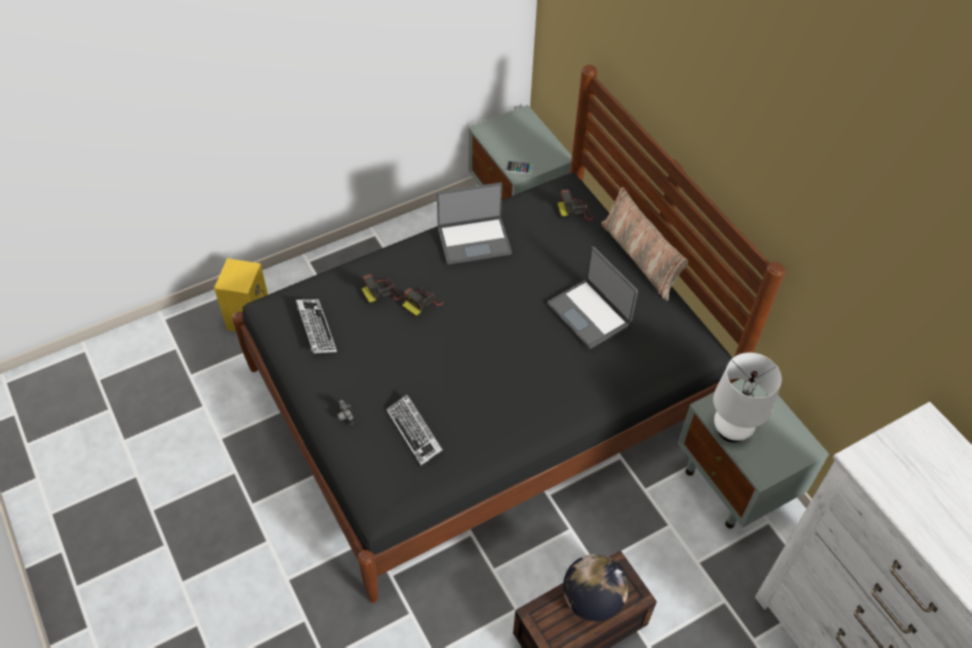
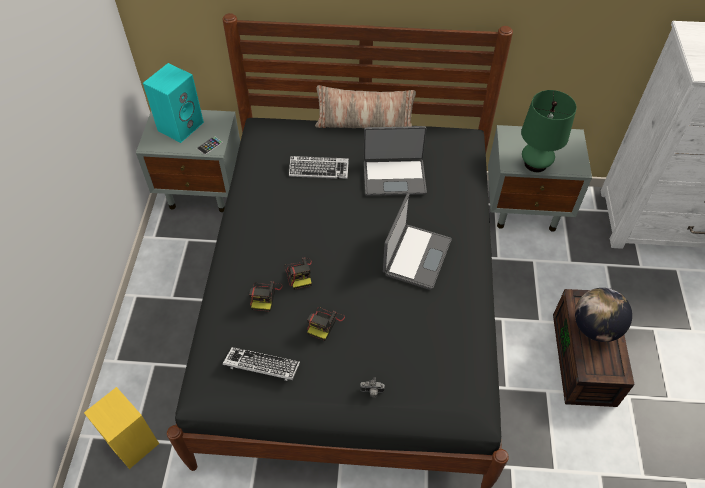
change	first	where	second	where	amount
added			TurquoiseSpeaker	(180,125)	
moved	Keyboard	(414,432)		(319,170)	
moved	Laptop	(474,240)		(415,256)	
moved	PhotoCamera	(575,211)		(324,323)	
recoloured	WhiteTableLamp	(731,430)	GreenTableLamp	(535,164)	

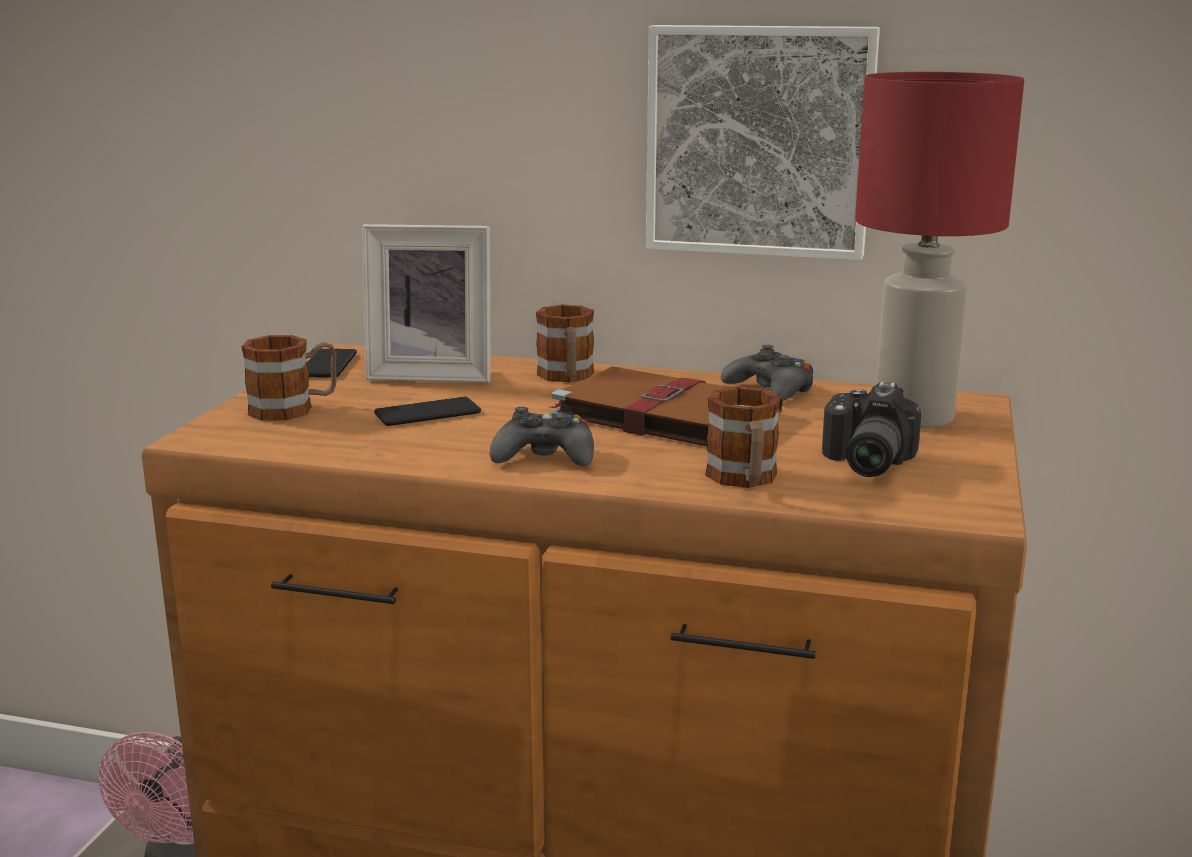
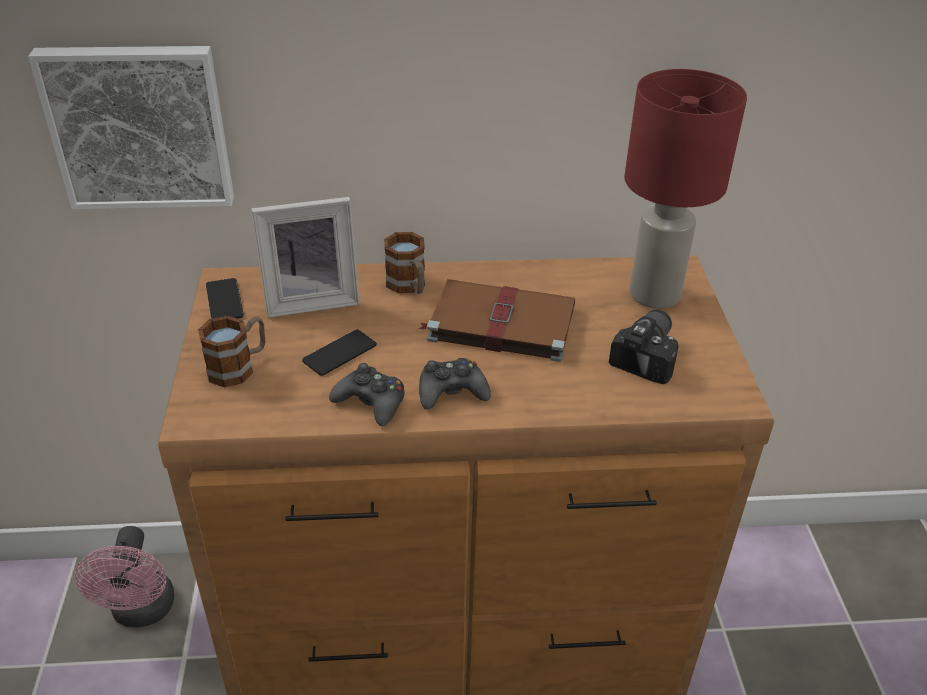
change	first	where	second	where	amount
removed	Mug	(744,480)			
moved	Picture	(760,140)		(140,126)	
moved	BlackGameController	(770,389)		(371,402)	
turned	PhotoCamera	(863,463)		(650,356)	150 degrees counterclockwise

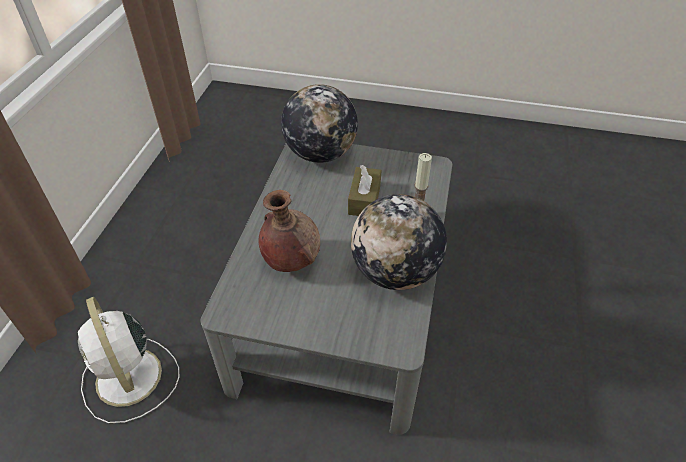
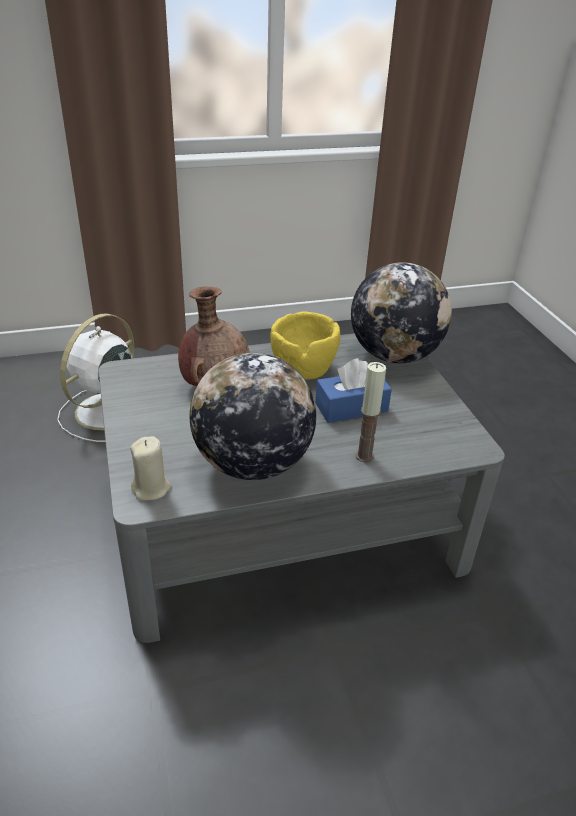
change	first	where	second	where	amount
added			BeigeCandle	(151,488)	
added			YellowBowl	(304,368)	
recoloured	BrownTissueBox	(364,199)	BlueTissueBox	(351,407)	

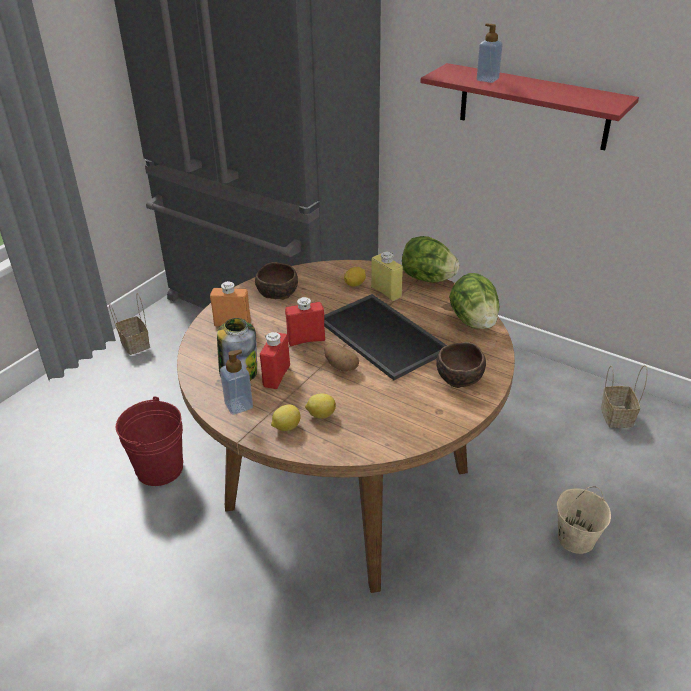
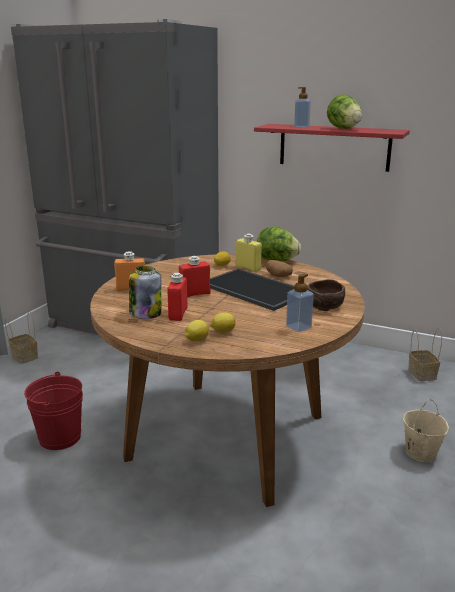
change	first	where	second	where	amount
removed	BrownBowl	(278,293)			
moved	SoapDispenser	(239,405)		(298,327)	
moved	Potato	(340,366)		(278,276)	
moved	Lettuce	(473,321)		(343,128)	

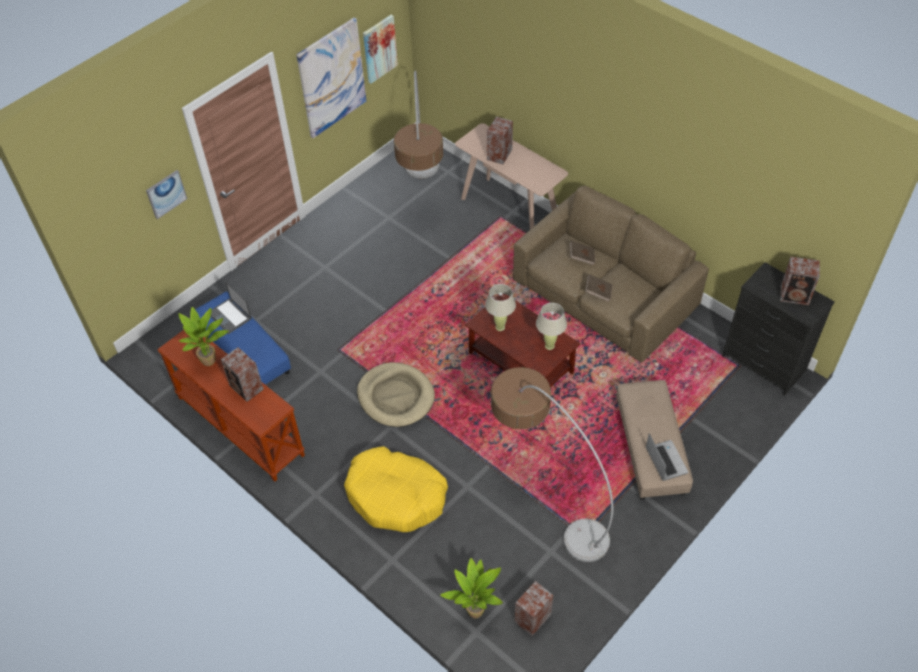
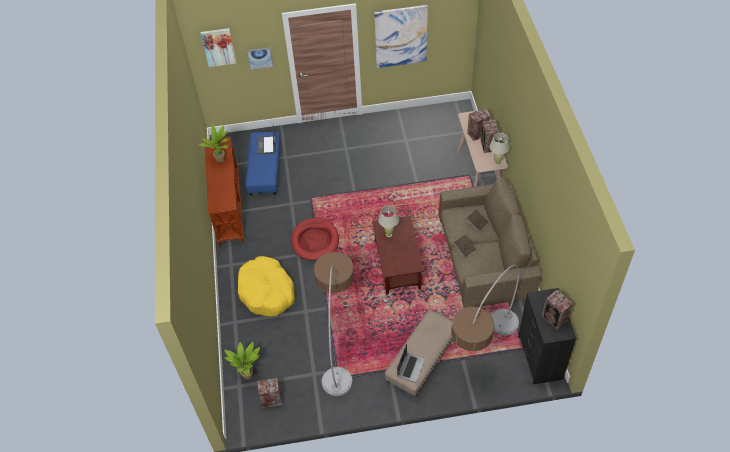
change	first	where	second	where	amount
moved	Speaker	(246,388)		(488,146)	
moved	Picture	(379,48)		(218,47)	
moved	FloorLamp	(423,200)		(482,352)	
moved	BeigeTableLamp	(549,346)		(497,163)	
recoloured	BeigeDogBed	(396,397)	RedDogBed	(315,241)	

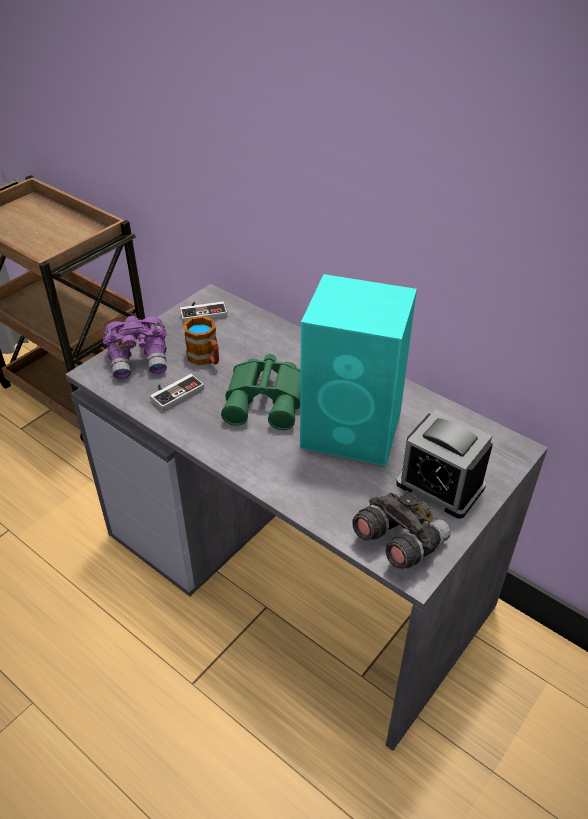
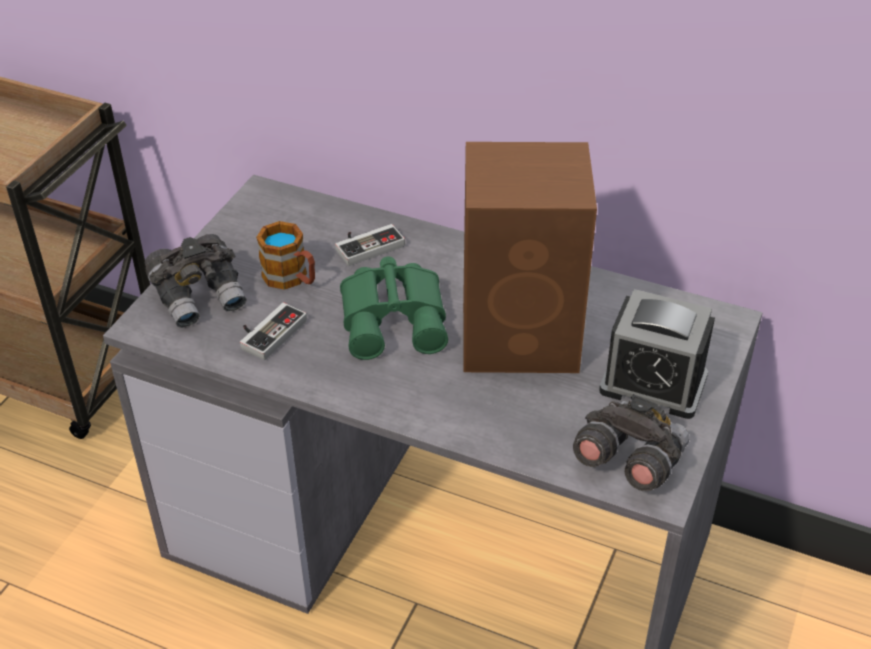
change	first	where	second	where	amount
moved	GameController	(203,312)		(367,245)	
recoloured	PurpleBinoculars	(139,359)	GreyBinoculars	(200,296)	
recoloured	TurquoiseSpeaker	(354,431)	BrownSpeaker	(523,337)	

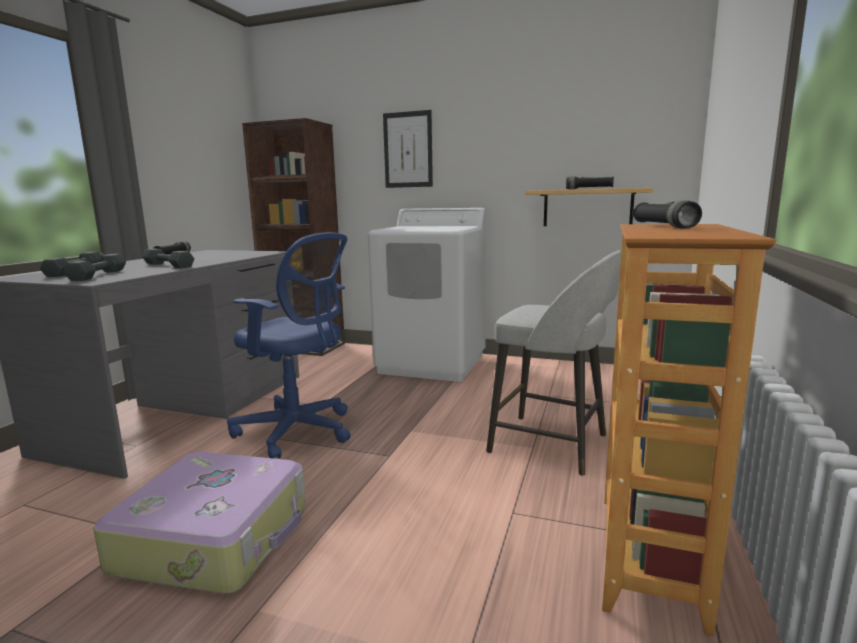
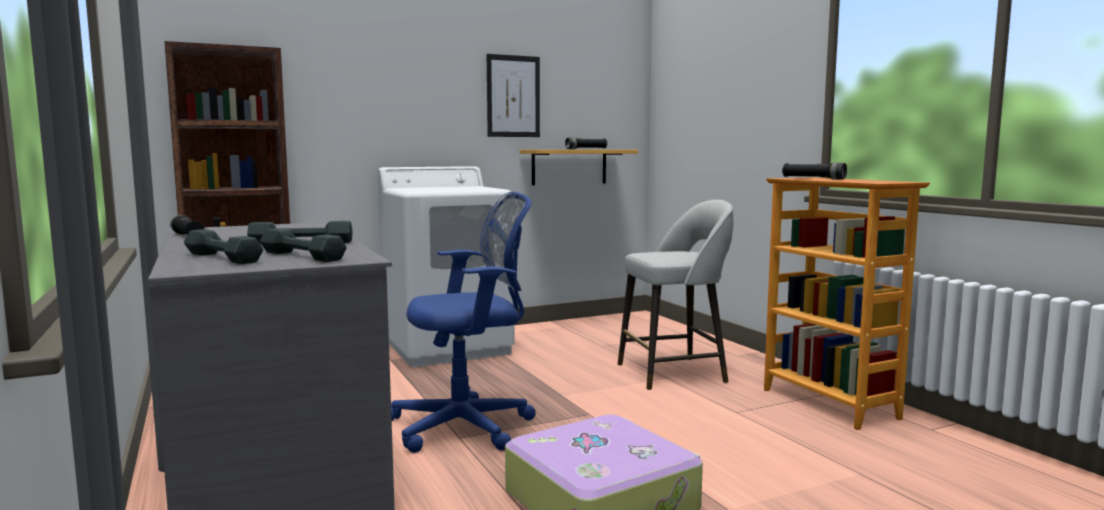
change	first	where	second	where	amount
moved	Picture	(408,150)		(513,96)	

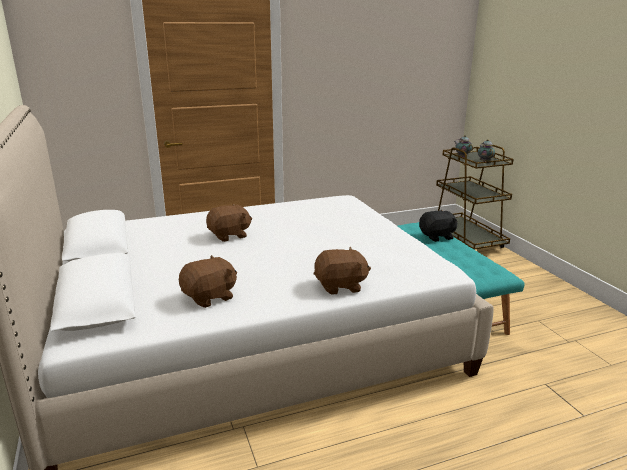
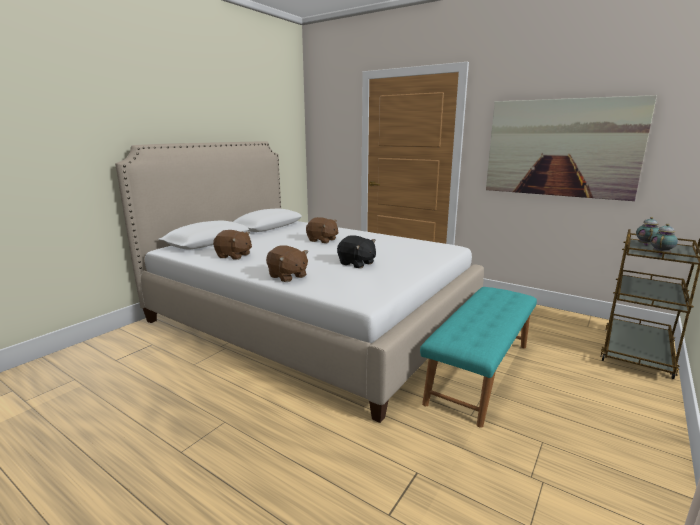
change	first	where	second	where	amount
added			Picture	(561,148)	
moved	BlackPlushToy	(437,236)		(356,264)	

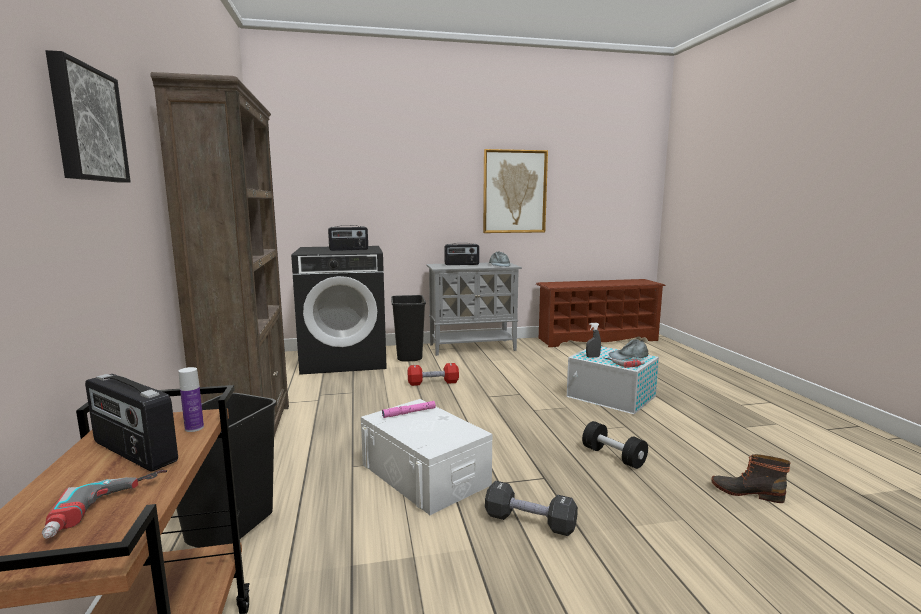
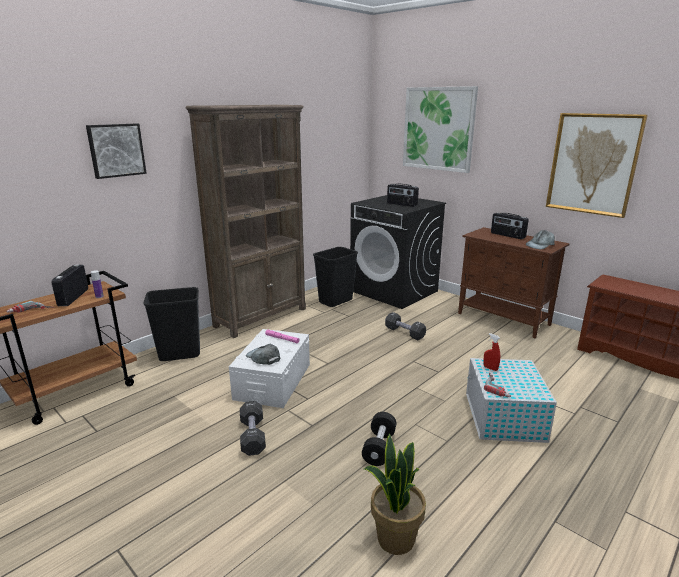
change	first	where	second	where	amount
added			Picture	(438,129)	
moved	BlackTrashCan	(409,356)		(335,301)	
moved	GreyCap	(628,356)		(263,357)	
replaced	Boot	(746,492)	PottedPlant	(395,538)	
recoloured	RedDumbbell	(433,383)	BlackDumbbell	(404,333)	
recoloured	GreyCabinet	(473,347)	BrownCabinet	(504,319)	
recoloured	GreySprayBottle	(592,357)	RedSprayBottle	(490,368)	

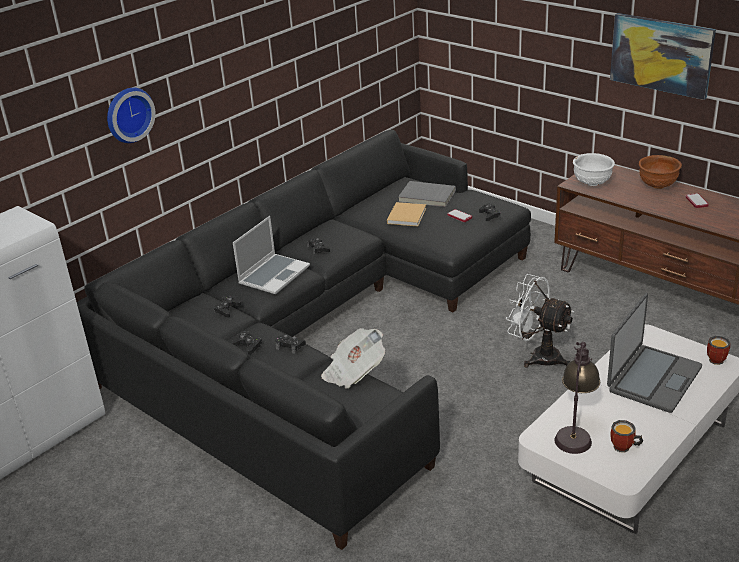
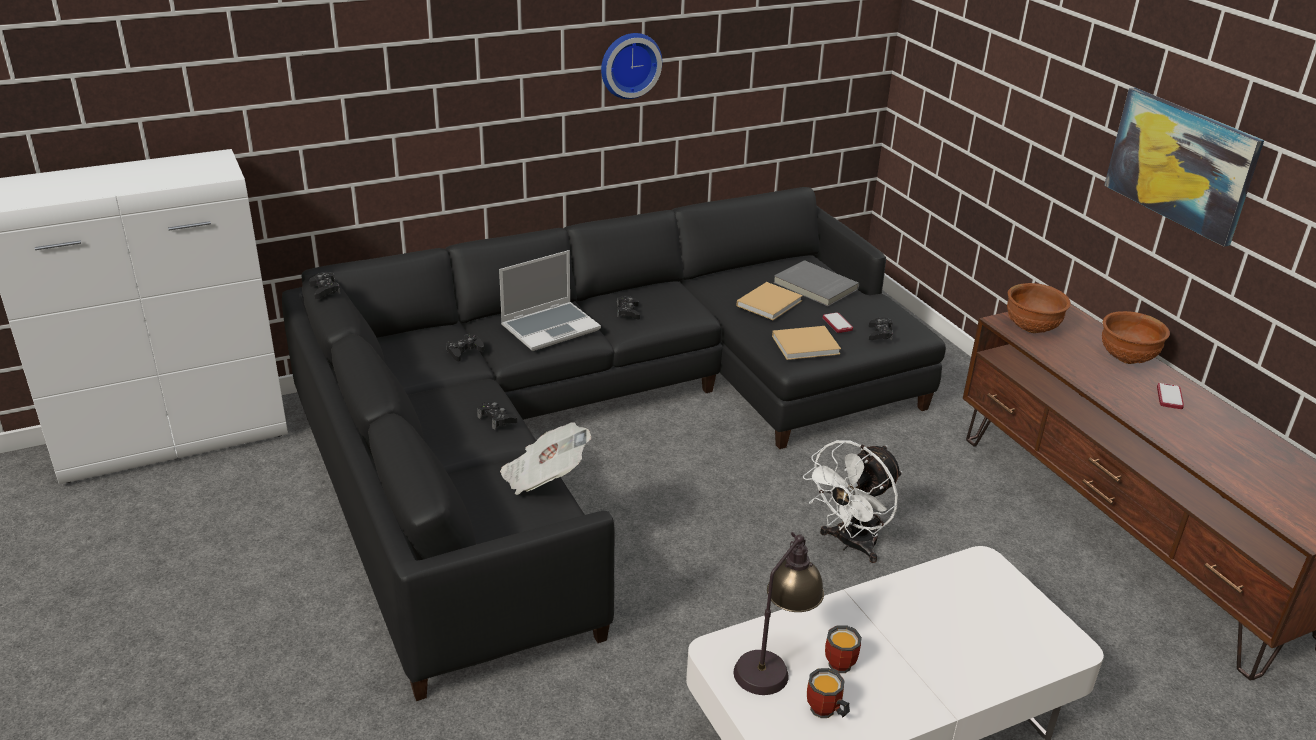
change	first	where	second	where	amount
removed	Laptop	(653,379)			
added			BeigeBook	(807,345)	
moved	WallClock	(128,114)		(629,64)	
moved	BlackGameController	(248,346)		(325,290)	
moved	Mug	(717,358)		(843,662)	
recoloured	WhiteBowl	(592,183)	BrownBowl	(1031,329)	
turned	WhiteFan	(538,356)		(850,544)	105 degrees counterclockwise

